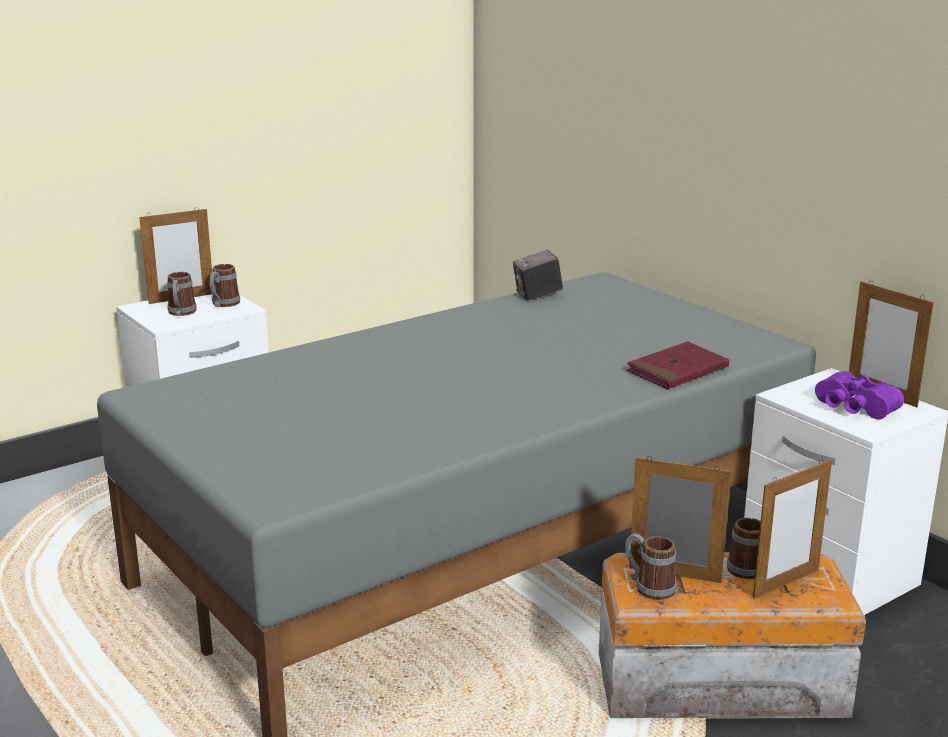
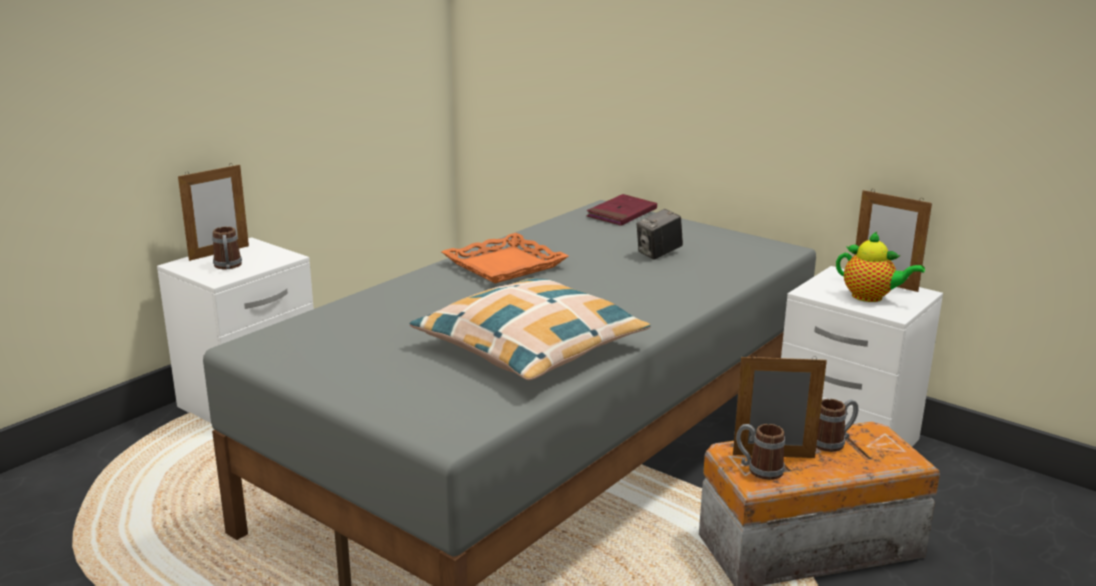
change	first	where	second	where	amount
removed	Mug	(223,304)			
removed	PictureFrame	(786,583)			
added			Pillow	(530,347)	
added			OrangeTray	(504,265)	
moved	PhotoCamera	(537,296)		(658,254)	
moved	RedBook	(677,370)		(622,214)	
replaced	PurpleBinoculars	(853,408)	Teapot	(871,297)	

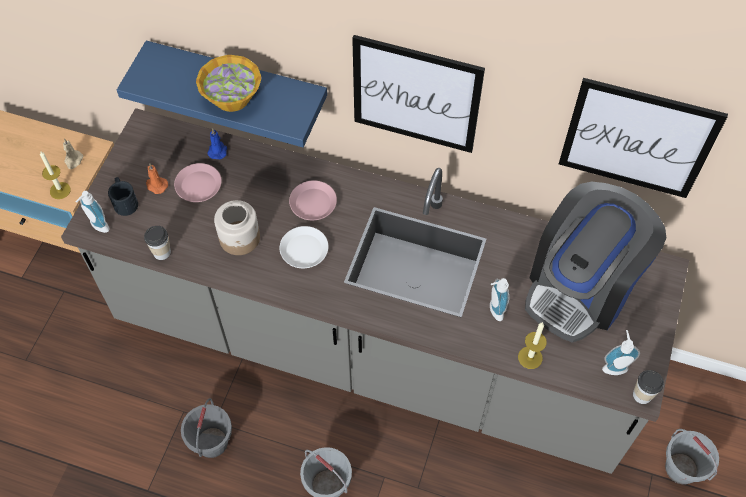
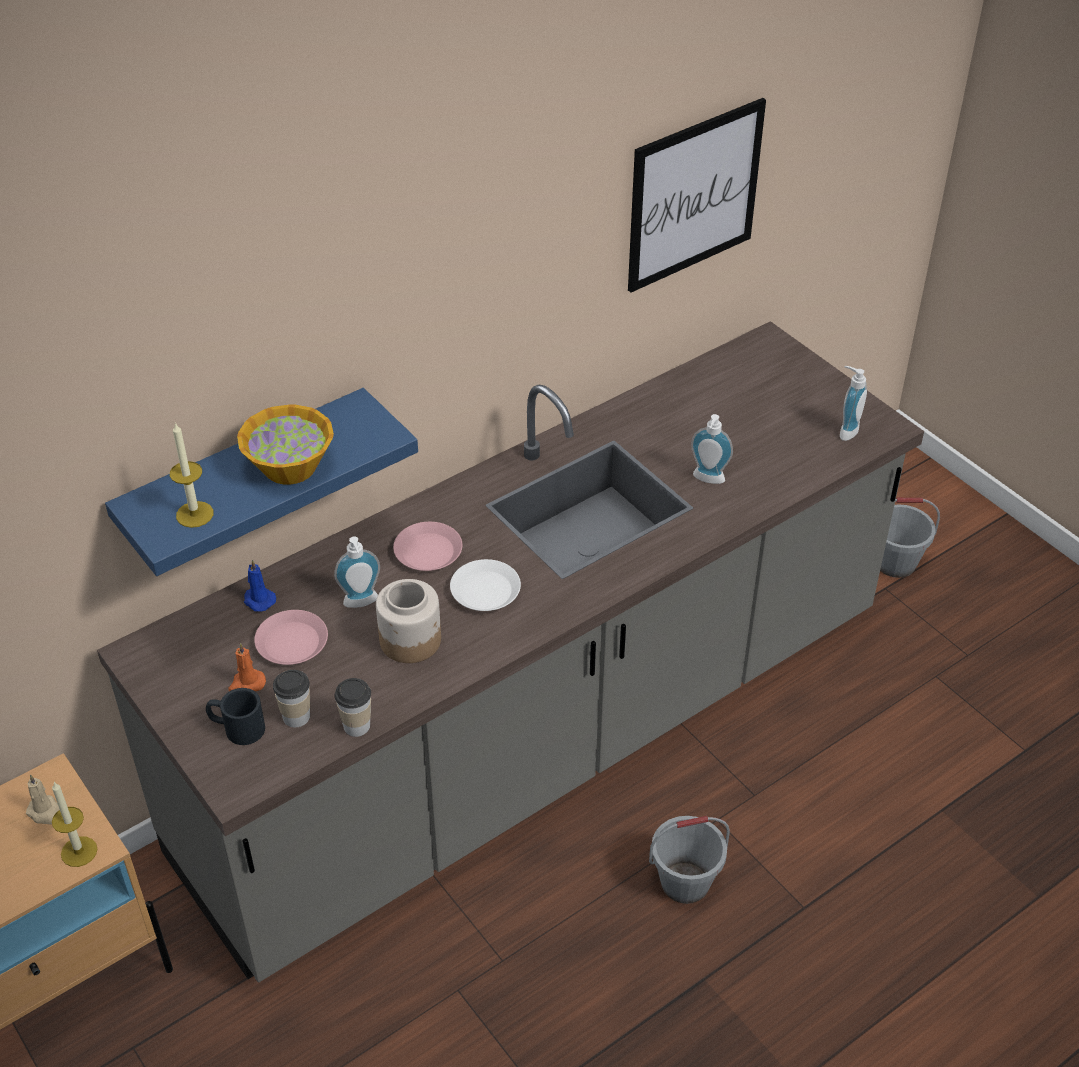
change	first	where	second	where	amount
removed	GreyBucket	(212,442)			
removed	Picture	(416,95)			
removed	CoffeeMachine	(581,286)			
moved	SoapDispenser	(97,227)		(361,603)	
moved	Candle	(530,357)		(194,514)	
moved	Cup	(642,395)		(296,716)	

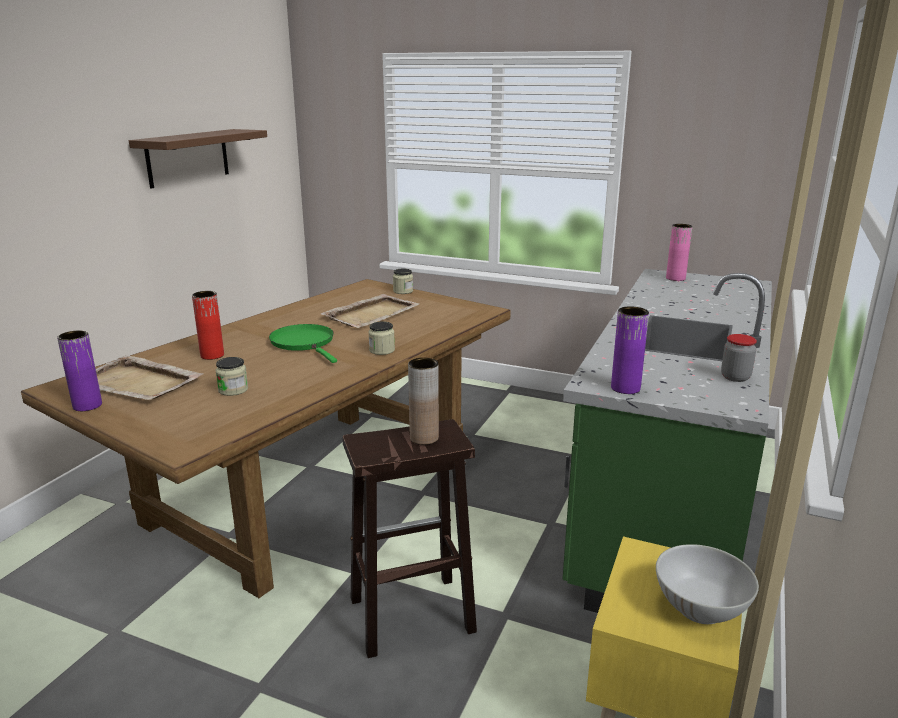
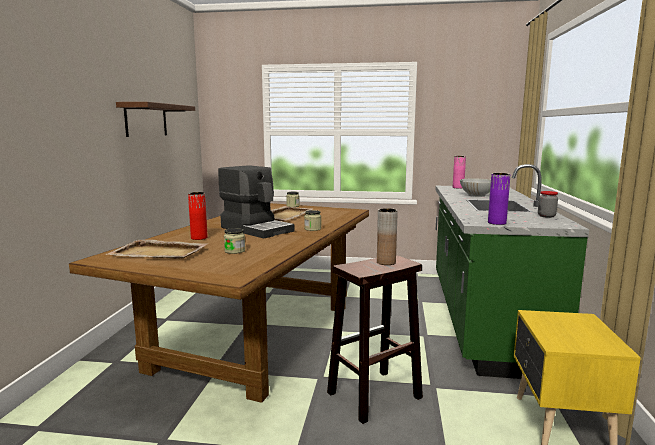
change	first	where	second	where	amount
removed	PurpleVase	(87,405)			
moved	WhiteBowl	(700,608)		(476,195)	
replaced	GreenFryingPan	(304,343)	CoffeeMachine	(257,229)	

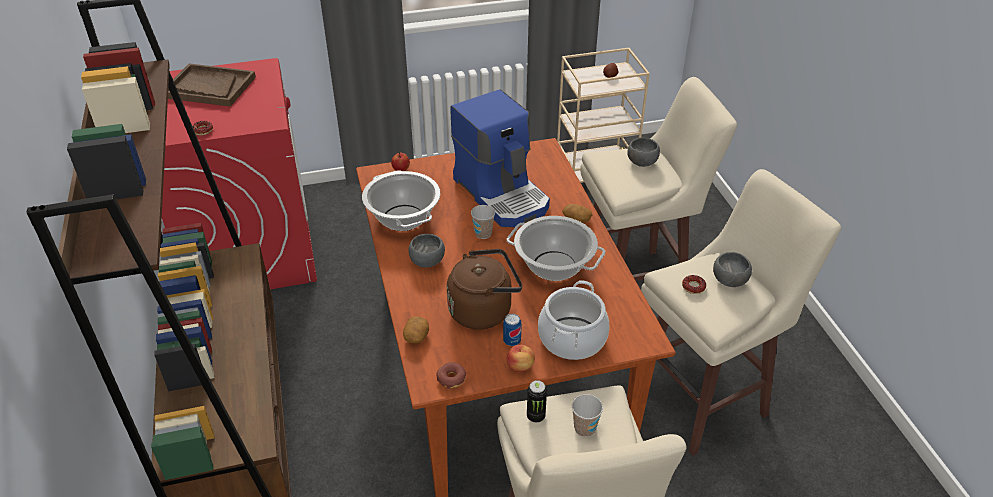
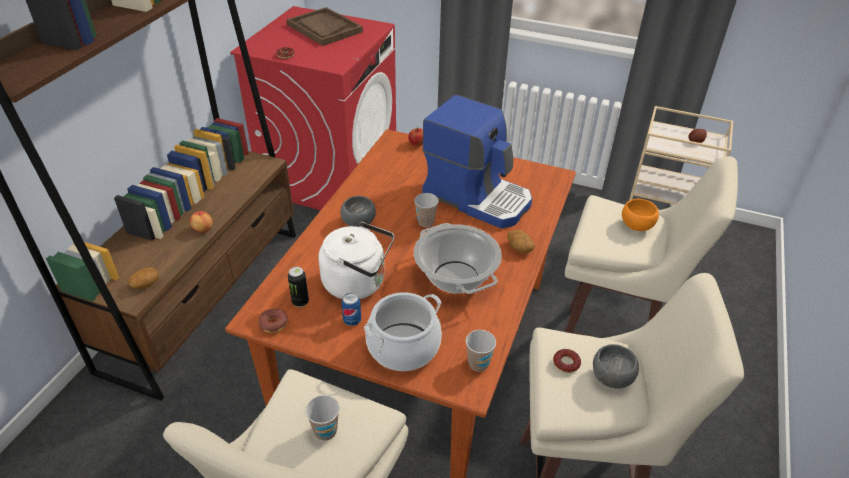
change	first	where	second	where	amount
removed	CookingPot	(403,218)			
added			Cup	(478,363)	
moved	Potato	(416,336)		(145,284)	
moved	Apple	(520,367)		(203,229)	
moved	Can	(535,416)		(300,302)	
recoloured	BrownKettle	(483,310)	WhiteKettle	(358,283)	
recoloured	GreyBowl	(641,161)	OrangeBowl	(637,225)	
turned	CoffeeMachine	(502,193)		(477,197)	60 degrees counterclockwise

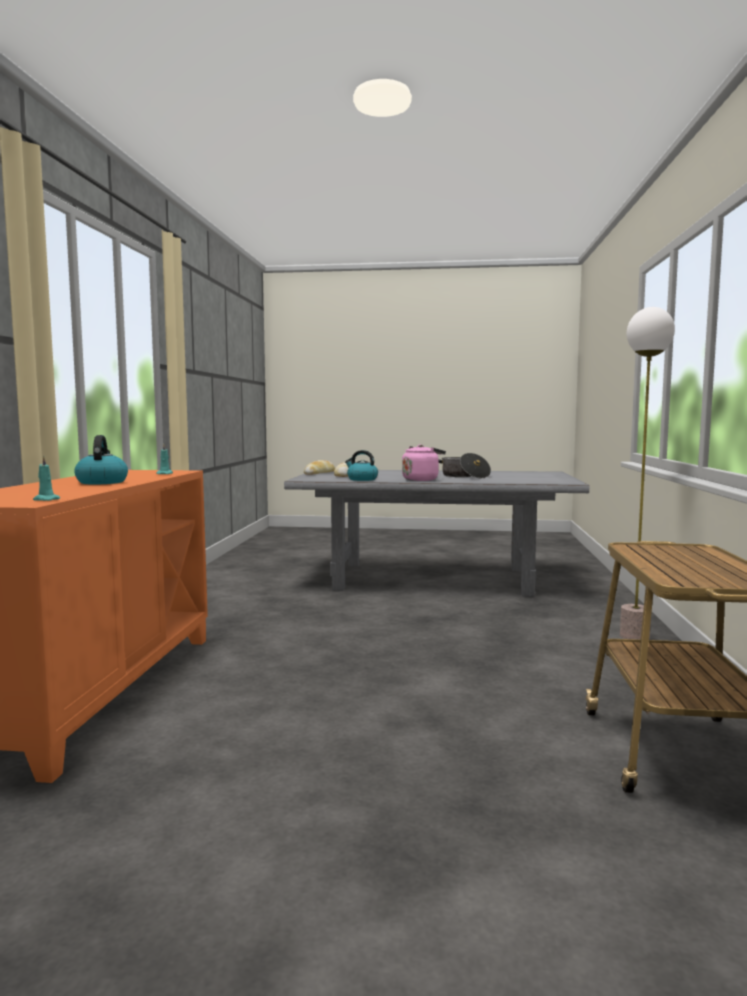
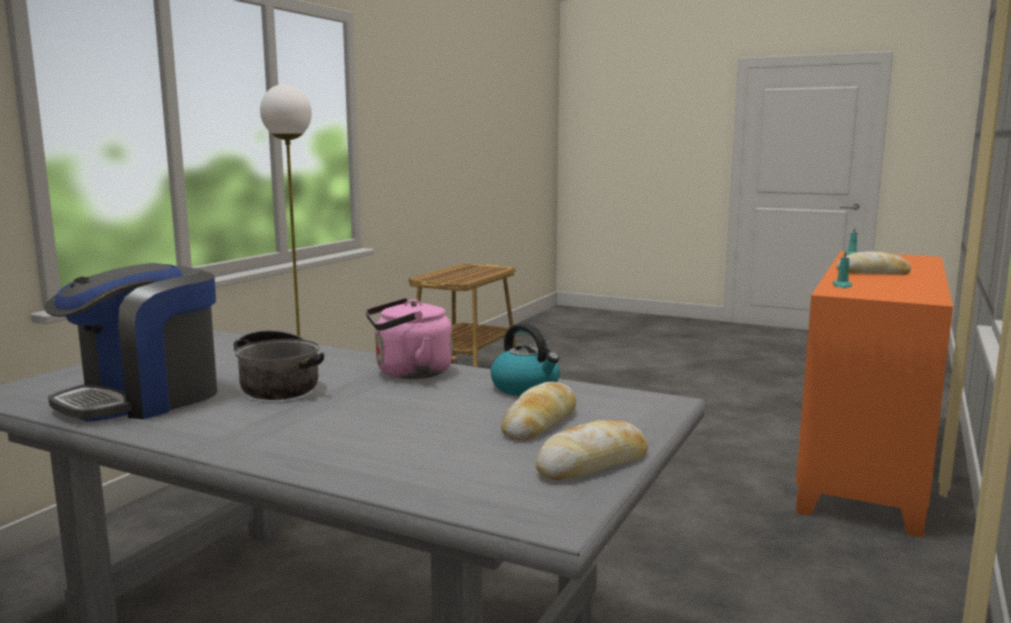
change	first	where	second	where	amount
added			CoffeeMachine	(144,399)	
replaced	Kettle	(102,482)	Bread	(873,273)	

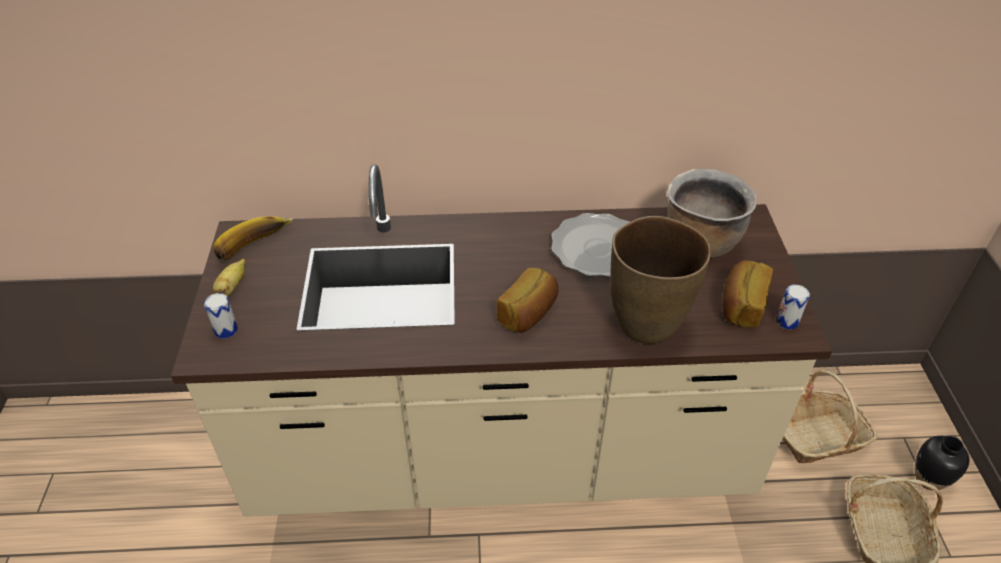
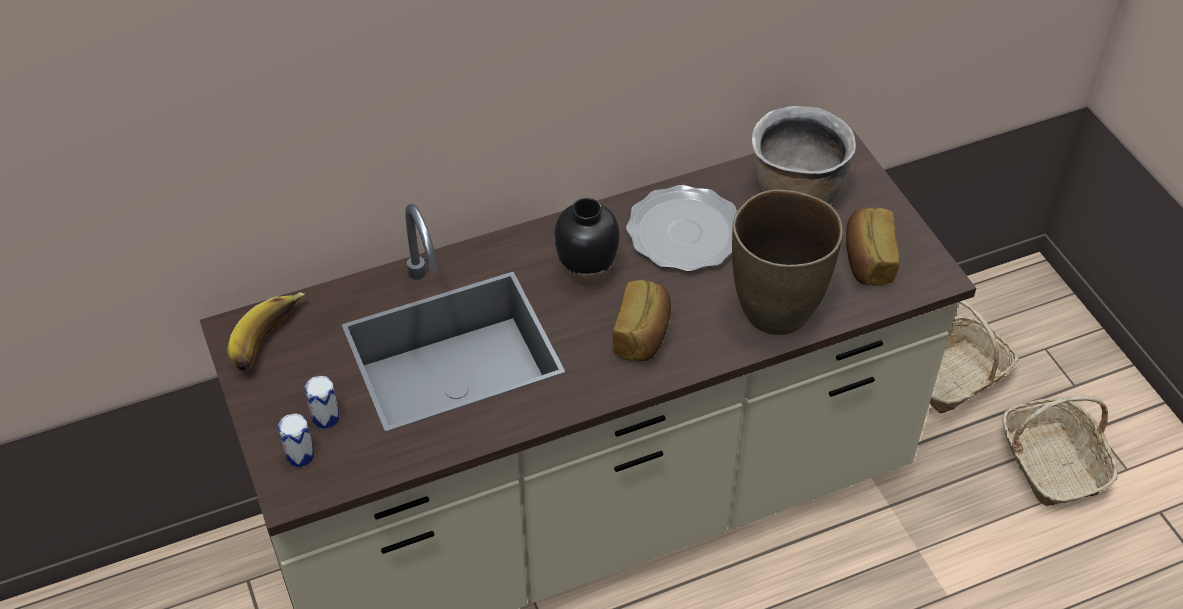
change	first	where	second	where	amount
removed	Banana	(232,287)			
moved	Can	(787,321)		(325,418)	
moved	BlackVase	(928,479)		(586,272)	

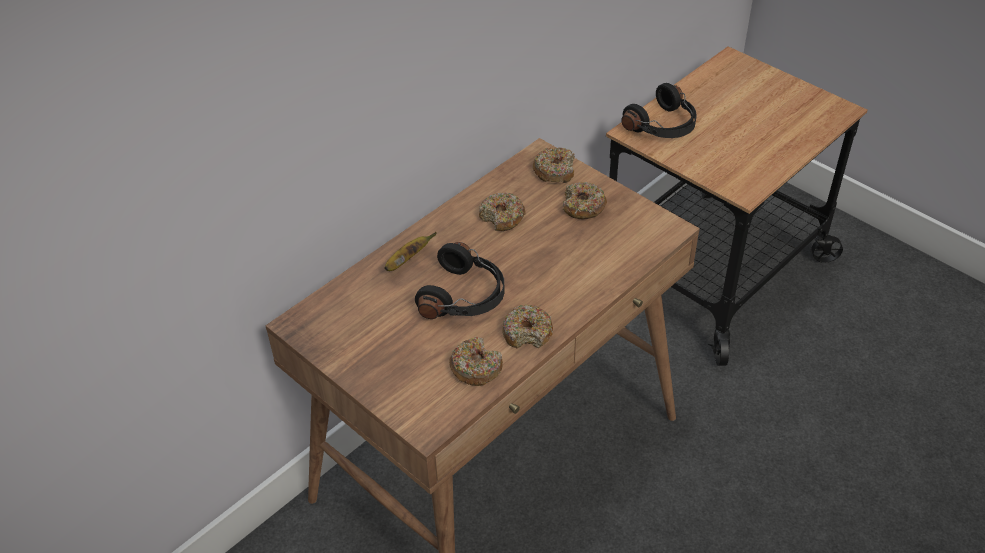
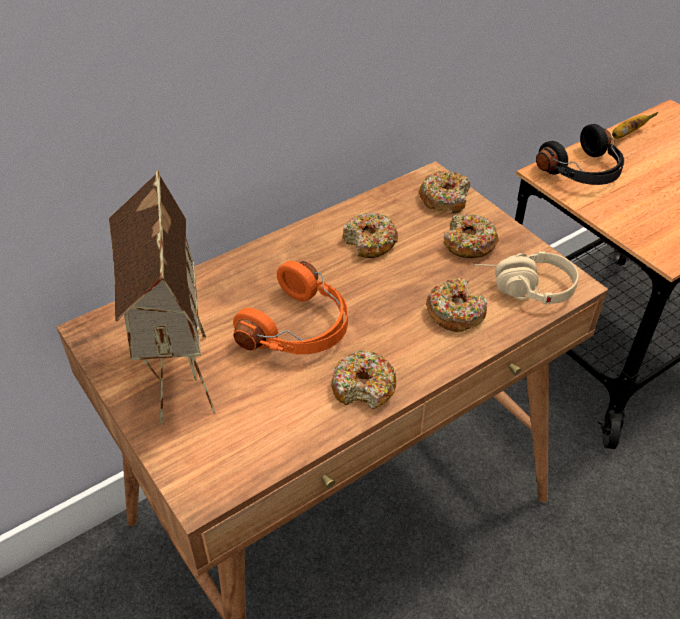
change	first	where	second	where	amount
added			ToyHouse	(174,370)	
added			BeigeHeadphones	(523,289)	
moved	Banana	(407,260)		(626,134)	
moved	Donut	(476,368)		(455,312)	
recoloured	BlackHeadphones	(465,297)	OrangeHeadphones	(299,329)	

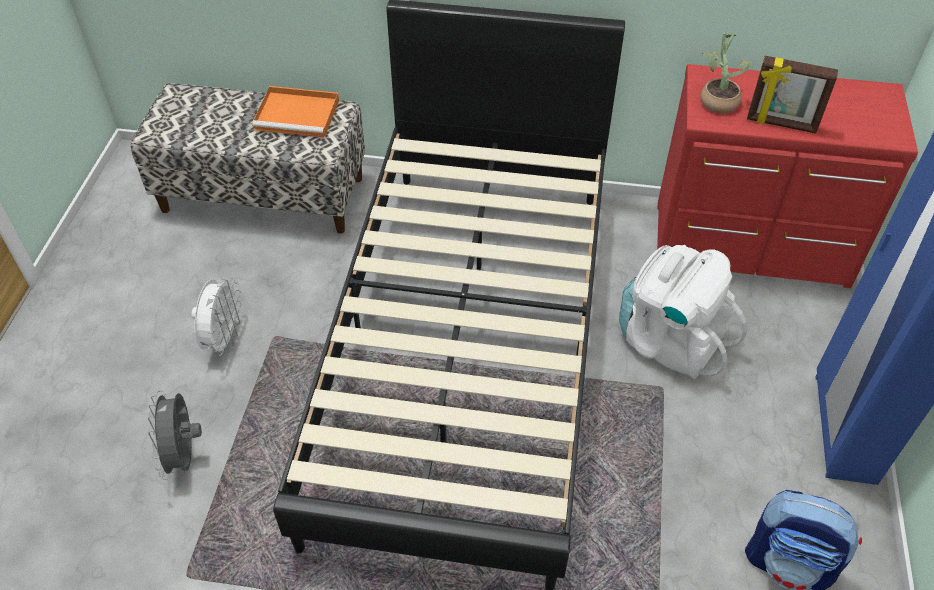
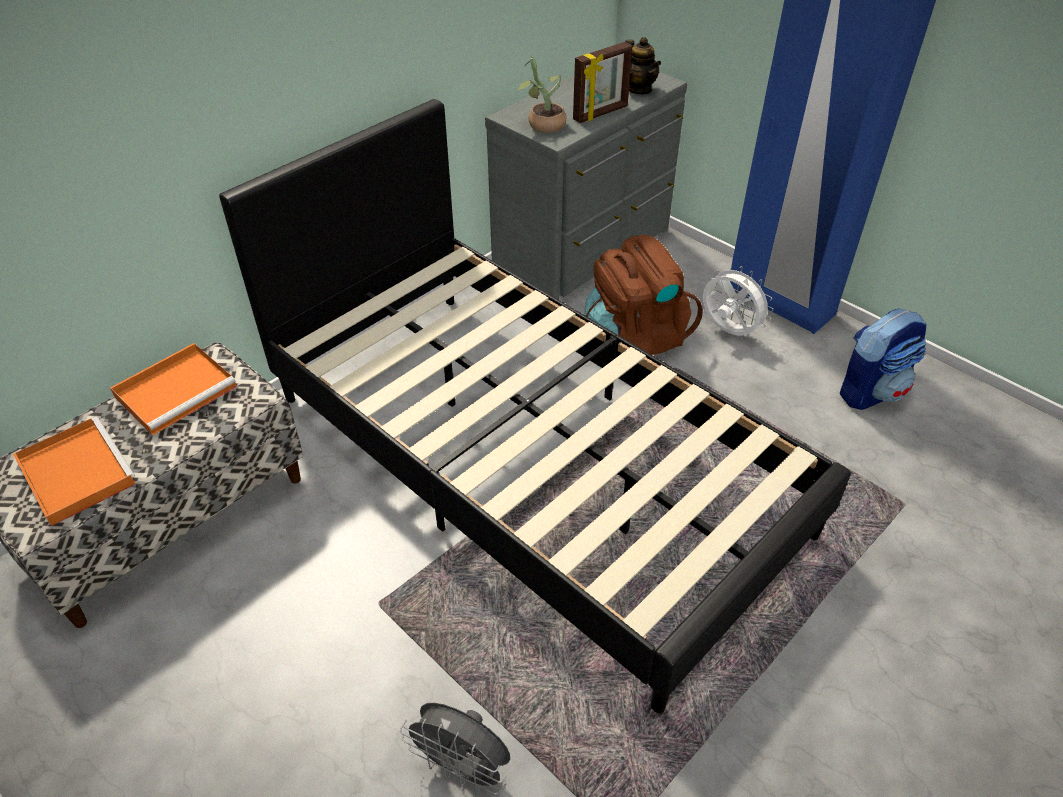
change	first	where	second	where	amount
added			OrangeTray	(75,472)	
added			Teapot	(639,89)	
moved	WhiteFan	(223,339)		(728,331)	
recoloured	WhiteBackpack	(670,341)	BrownBackpack	(634,339)	
recoloured	RedDresser	(752,247)	GreyDresser	(586,250)	

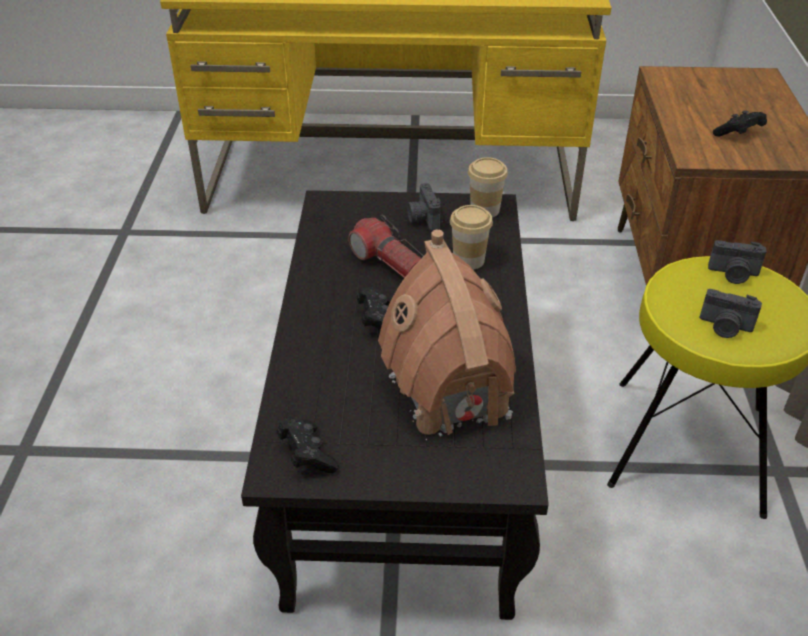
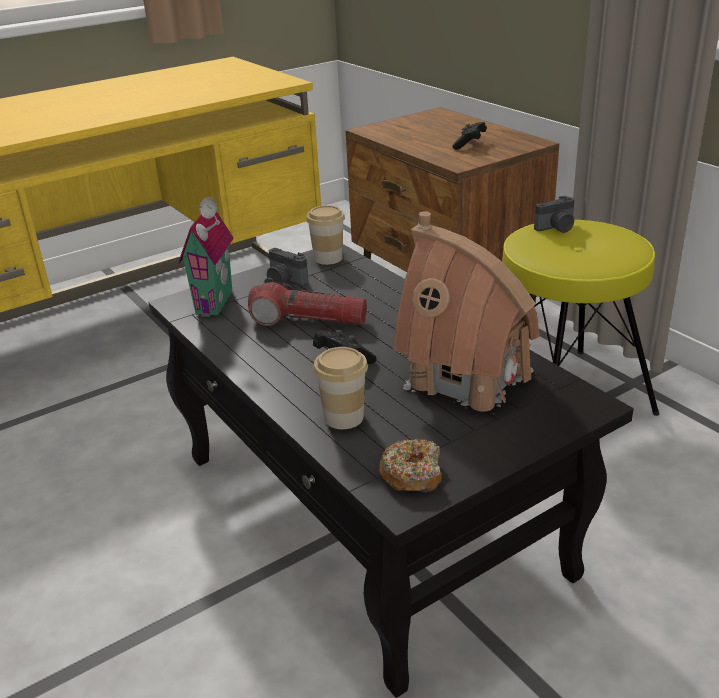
change	first	where	second	where	amount
removed	PhotoCamera	(725,327)			
added			ToyHouse	(218,303)	
moved	Cup	(468,260)		(344,417)	
replaced	BlackGameController	(307,454)	Donut	(412,474)	

